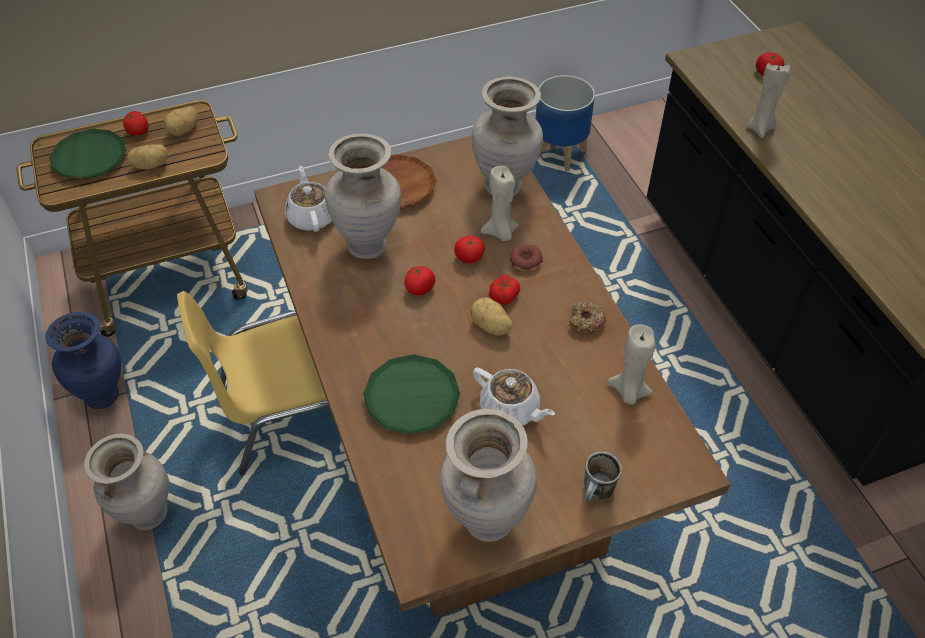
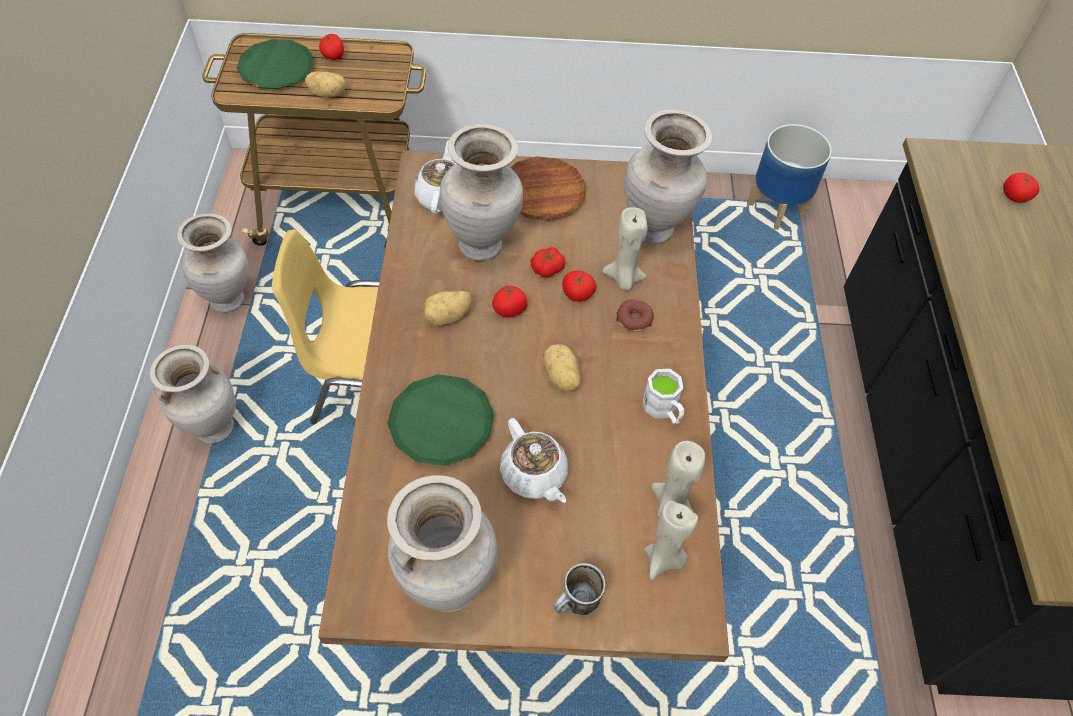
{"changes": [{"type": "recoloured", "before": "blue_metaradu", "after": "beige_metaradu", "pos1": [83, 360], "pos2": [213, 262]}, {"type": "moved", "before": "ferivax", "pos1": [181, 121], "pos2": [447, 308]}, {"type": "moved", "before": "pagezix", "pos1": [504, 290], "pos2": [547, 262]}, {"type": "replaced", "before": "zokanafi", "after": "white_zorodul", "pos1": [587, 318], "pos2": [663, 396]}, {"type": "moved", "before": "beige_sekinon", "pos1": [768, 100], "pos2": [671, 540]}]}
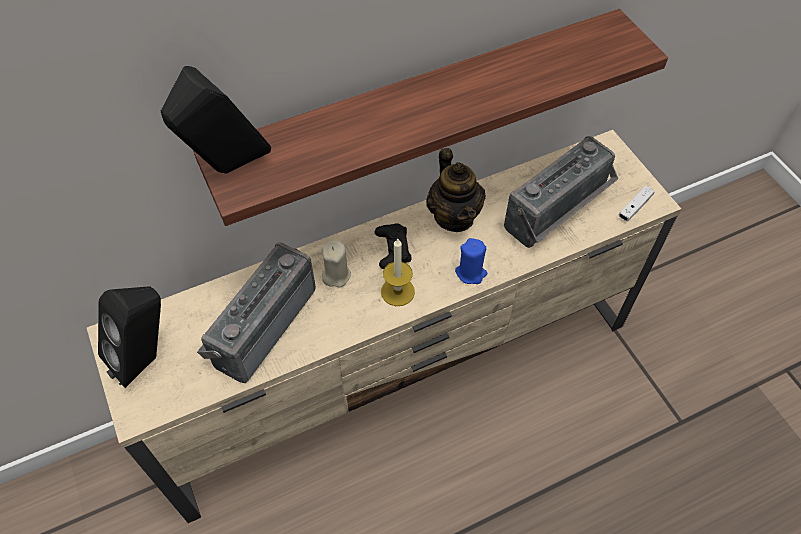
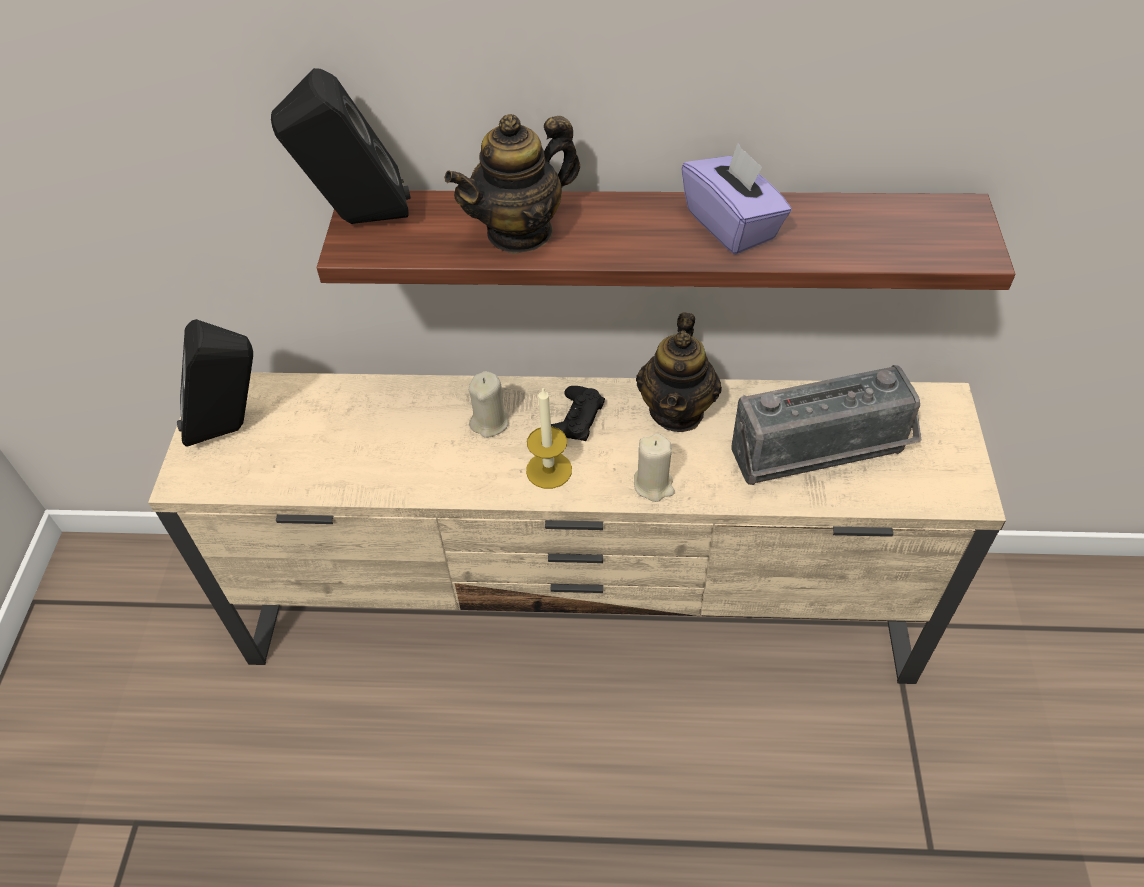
{"changes": [{"type": "added", "after": "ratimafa", "pos2": [512, 184]}, {"type": "recoloured", "before": "blue_sekinon", "after": "beige_sekinon", "pos1": [471, 261], "pos2": [654, 467]}, {"type": "added", "after": "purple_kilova", "pos2": [736, 198]}, {"type": "removed", "before": "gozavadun", "pos1": [256, 312]}, {"type": "removed", "before": "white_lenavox", "pos1": [636, 203]}]}
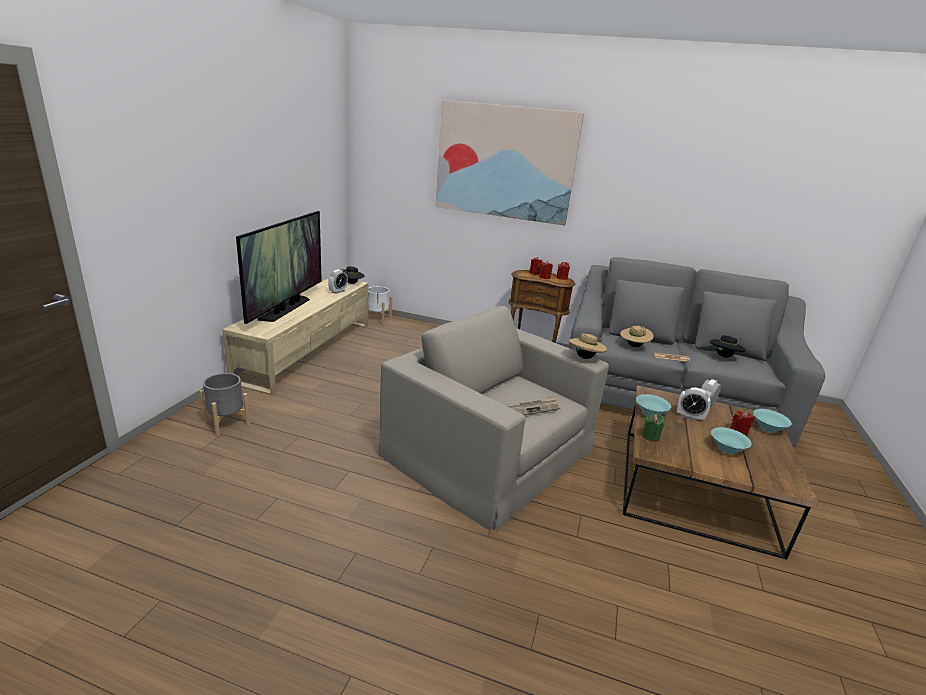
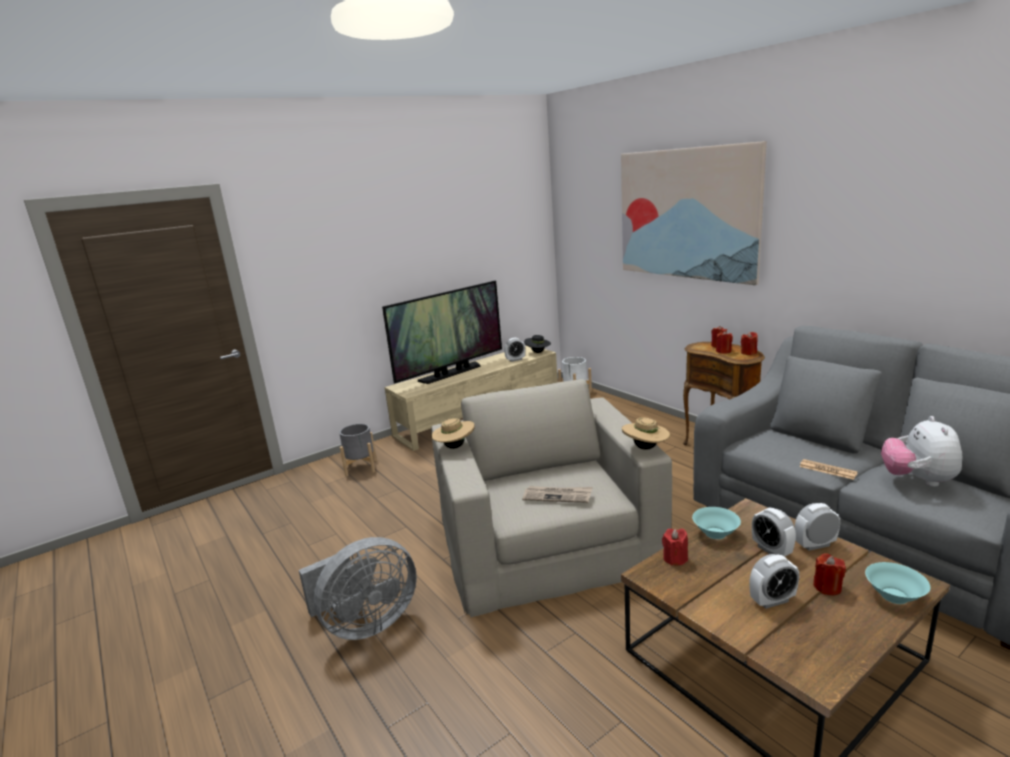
{"changes": [{"type": "added", "after": "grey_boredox", "pos2": [358, 588]}, {"type": "moved", "before": "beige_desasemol", "pos1": [637, 335], "pos2": [453, 432]}, {"type": "recoloured", "before": "green_sekinon", "after": "red_sekinon", "pos1": [653, 427], "pos2": [675, 547]}, {"type": "replaced", "before": "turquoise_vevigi", "after": "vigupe", "pos1": [731, 440], "pos2": [774, 581]}, {"type": "replaced", "before": "black_desasemol", "after": "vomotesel", "pos1": [728, 346], "pos2": [921, 451]}]}
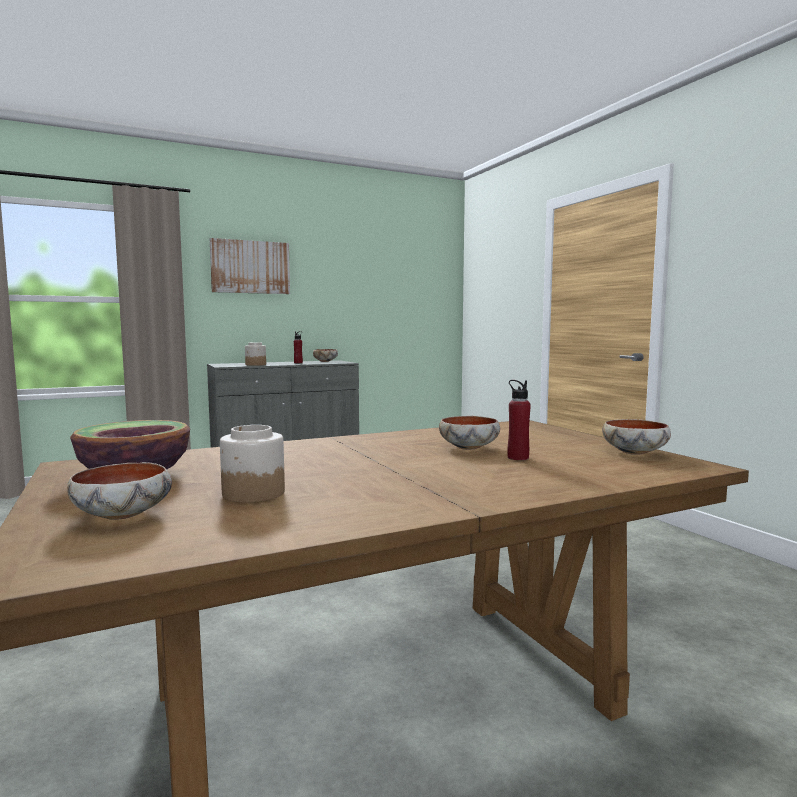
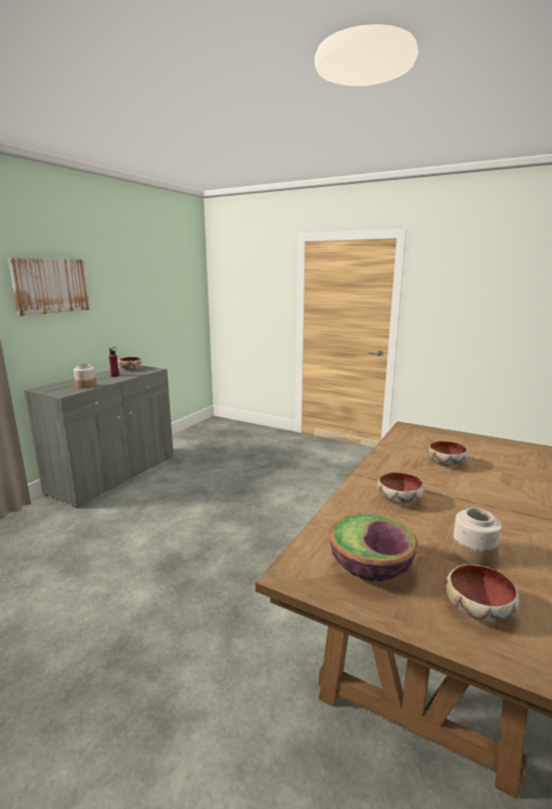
{"changes": [{"type": "moved", "before": "vevigi", "pos1": [636, 437], "pos2": [401, 488]}, {"type": "removed", "before": "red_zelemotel", "pos1": [519, 420]}]}
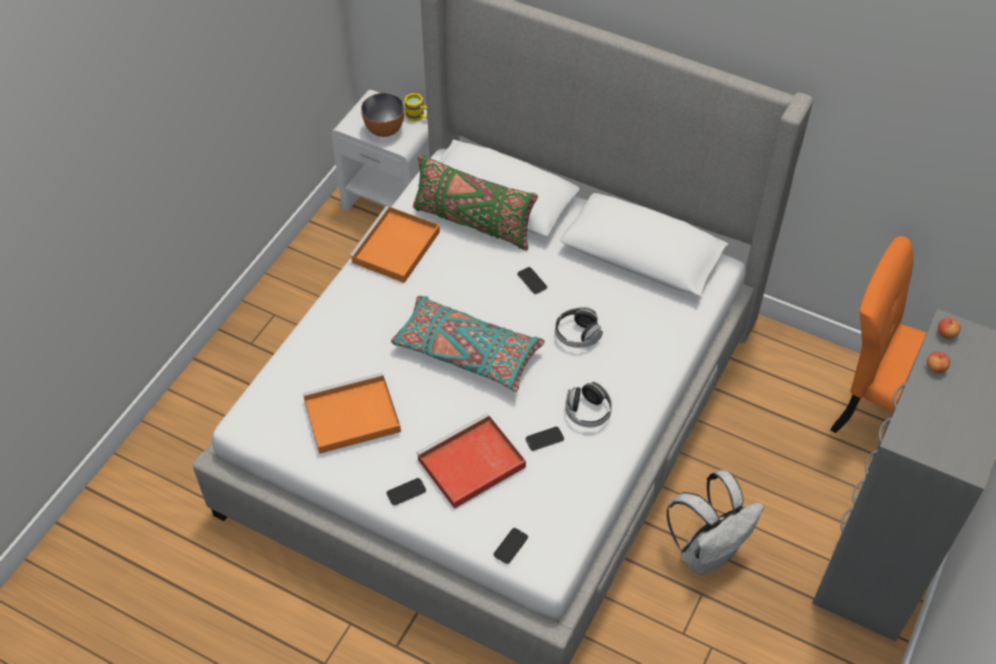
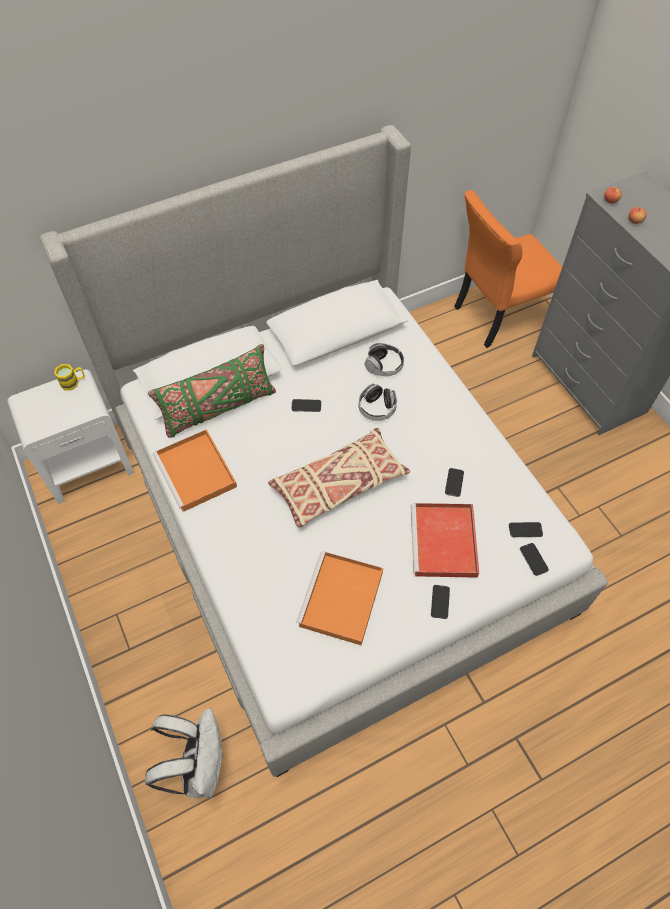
{"changes": [{"type": "moved", "before": "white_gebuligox", "pos1": [715, 522], "pos2": [184, 753]}, {"type": "recoloured", "before": "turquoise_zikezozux", "after": "beige_zikezozux", "pos1": [468, 343], "pos2": [339, 477]}, {"type": "moved", "before": "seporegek", "pos1": [588, 404], "pos2": [384, 359]}, {"type": "added", "after": "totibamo", "pos2": [526, 529]}, {"type": "removed", "before": "vevigi", "pos1": [382, 115]}]}
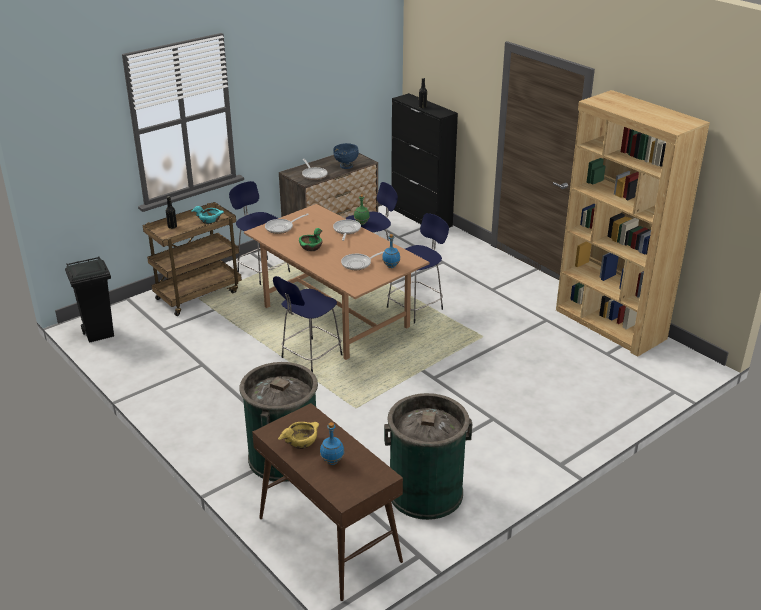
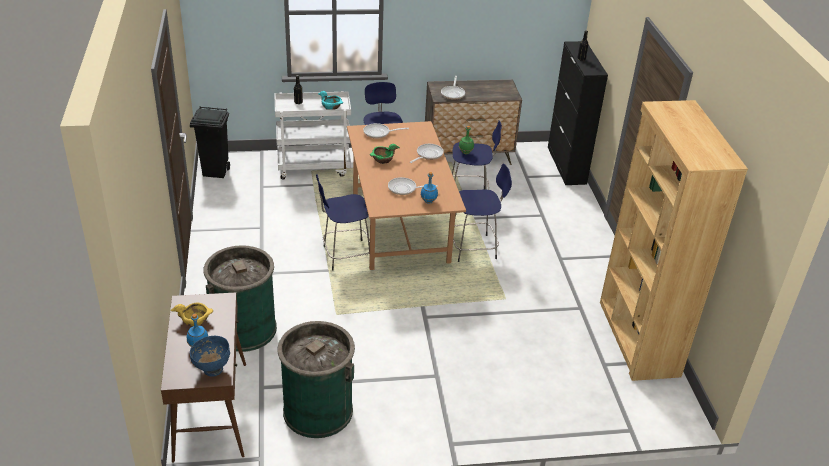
{"changes": [{"type": "moved", "before": "blue_vevigi", "pos1": [346, 156], "pos2": [210, 356]}, {"type": "recoloured", "before": "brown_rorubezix", "after": "white_rorubezix", "pos1": [192, 259], "pos2": [313, 135]}]}
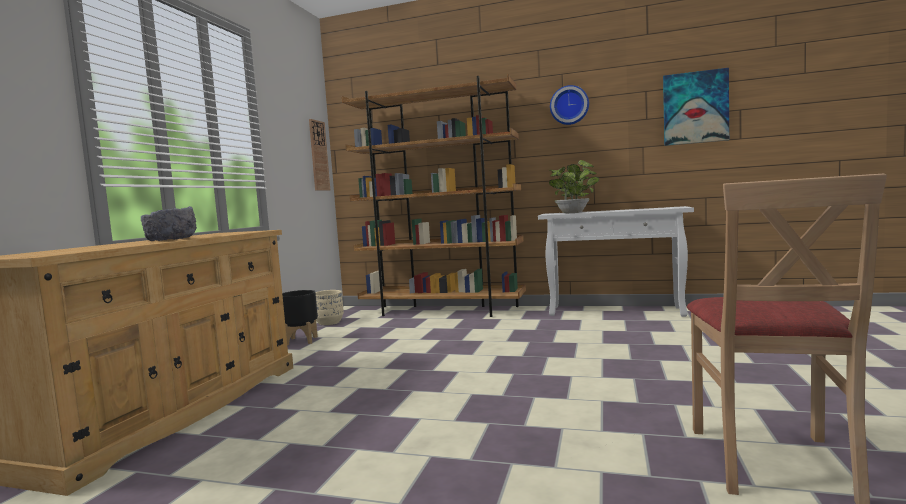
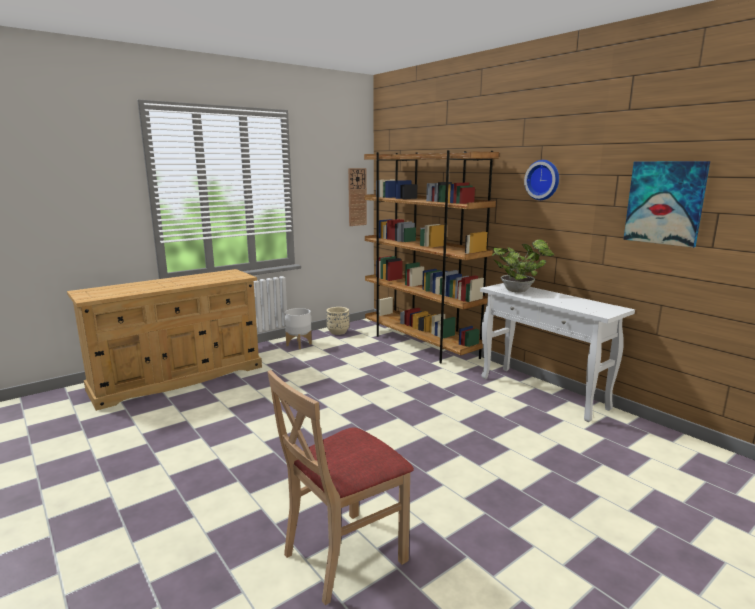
{"changes": [{"type": "recoloured", "before": "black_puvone", "after": "white_puvone", "pos1": [300, 317], "pos2": [298, 328]}, {"type": "removed", "before": "grey_vevigi", "pos1": [169, 223]}]}
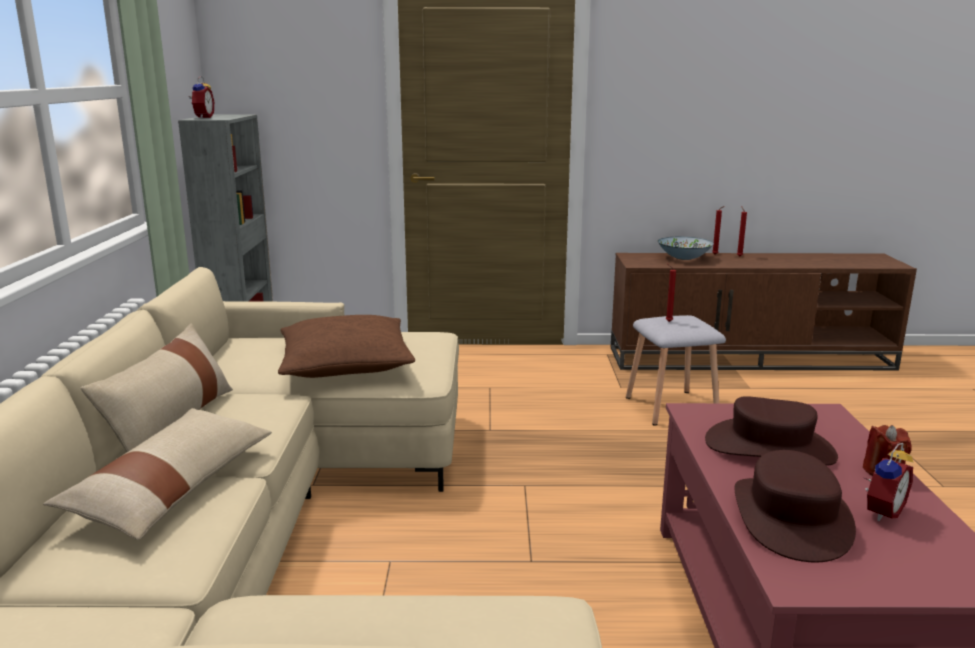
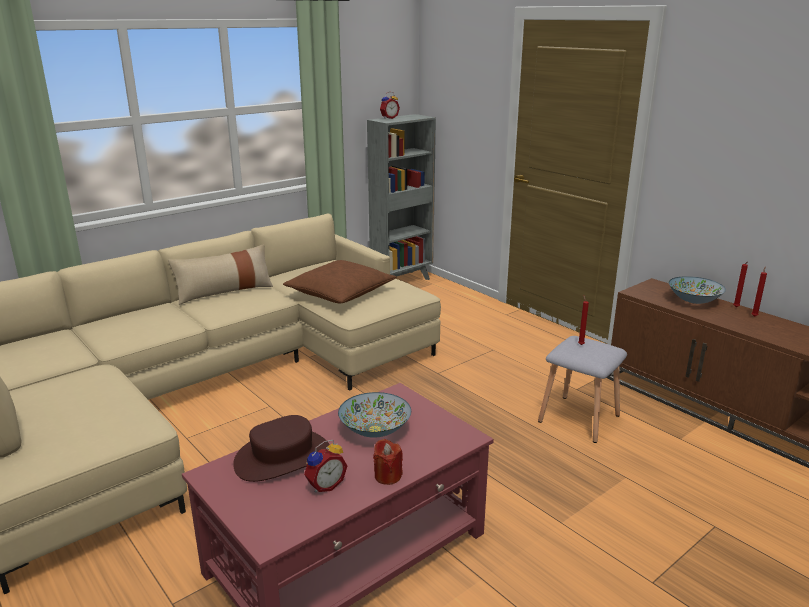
{"changes": [{"type": "turned", "before": "vigupe", "pos1": [889, 482], "pos2": [325, 466], "turn": -45}, {"type": "replaced", "before": "brown_desasemol", "after": "vevigi", "pos1": [771, 431], "pos2": [374, 415]}, {"type": "removed", "before": "beige_zikezozux", "pos1": [157, 474]}]}
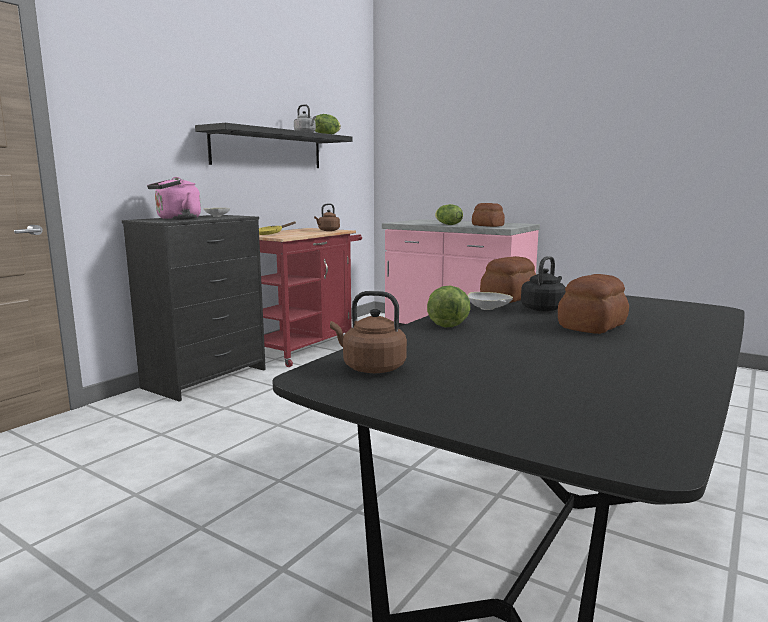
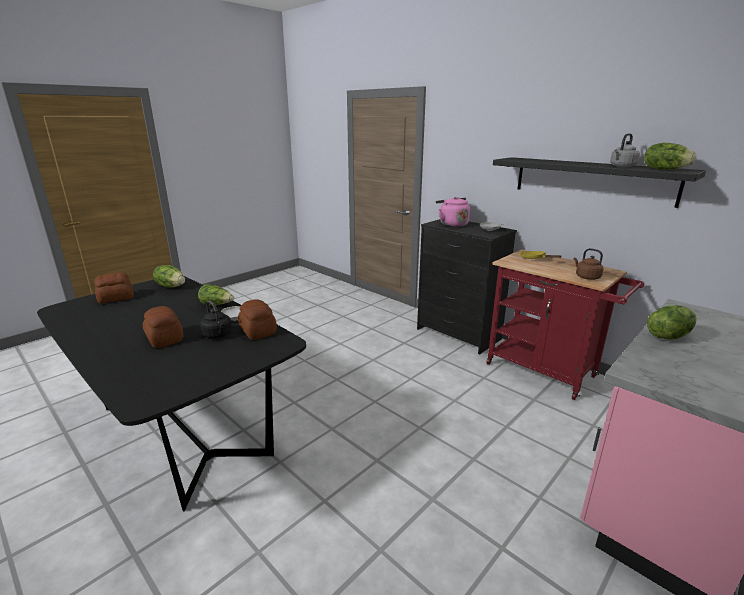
{"changes": [{"type": "moved", "before": "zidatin", "pos1": [488, 215], "pos2": [114, 288]}, {"type": "replaced", "before": "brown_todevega", "after": "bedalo", "pos1": [368, 332], "pos2": [169, 276]}]}
